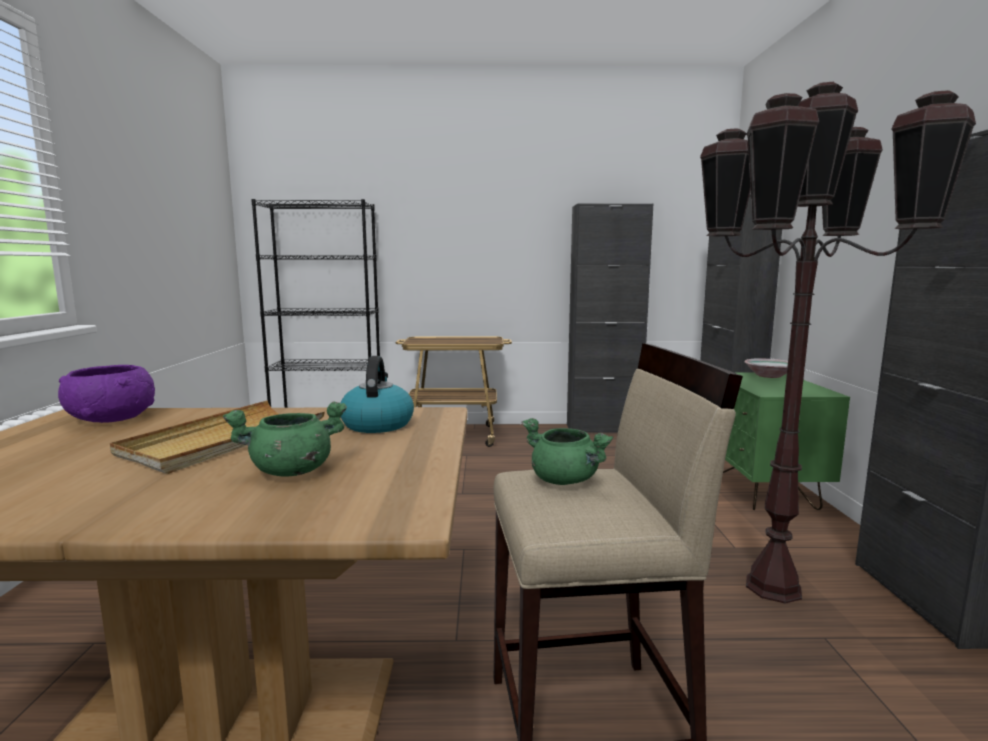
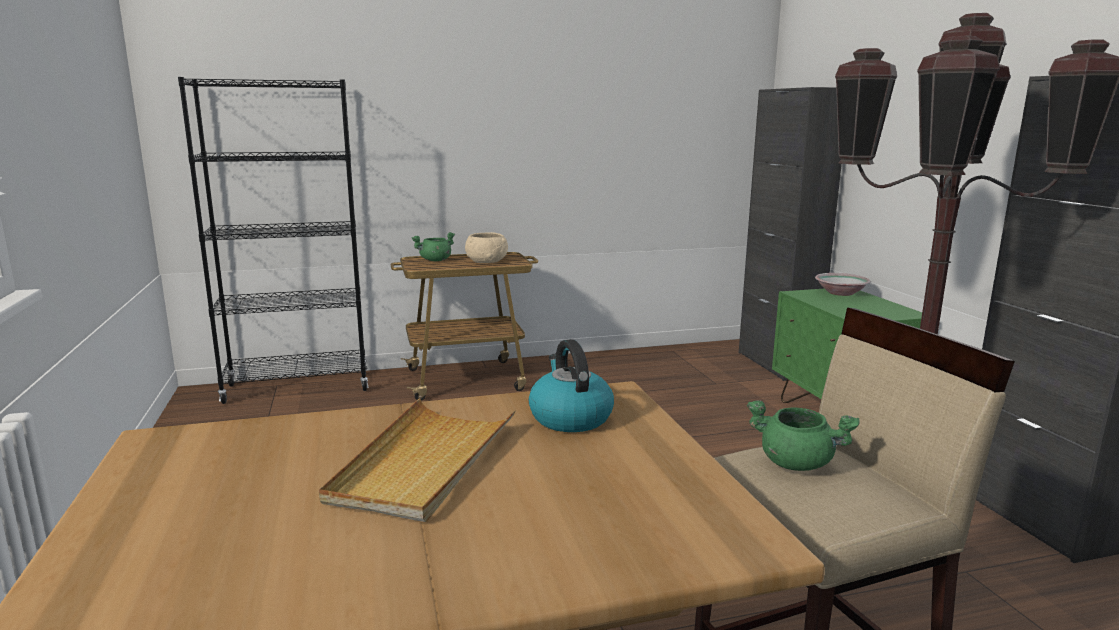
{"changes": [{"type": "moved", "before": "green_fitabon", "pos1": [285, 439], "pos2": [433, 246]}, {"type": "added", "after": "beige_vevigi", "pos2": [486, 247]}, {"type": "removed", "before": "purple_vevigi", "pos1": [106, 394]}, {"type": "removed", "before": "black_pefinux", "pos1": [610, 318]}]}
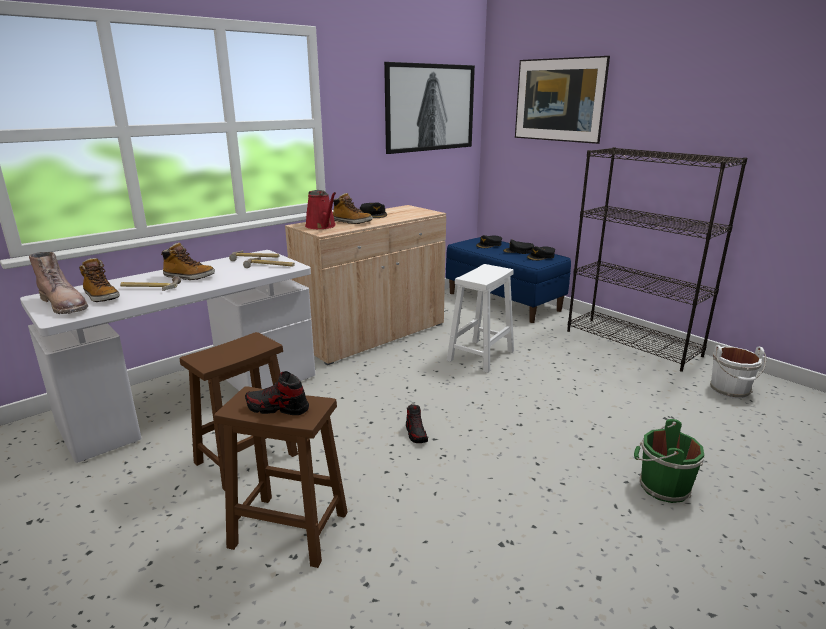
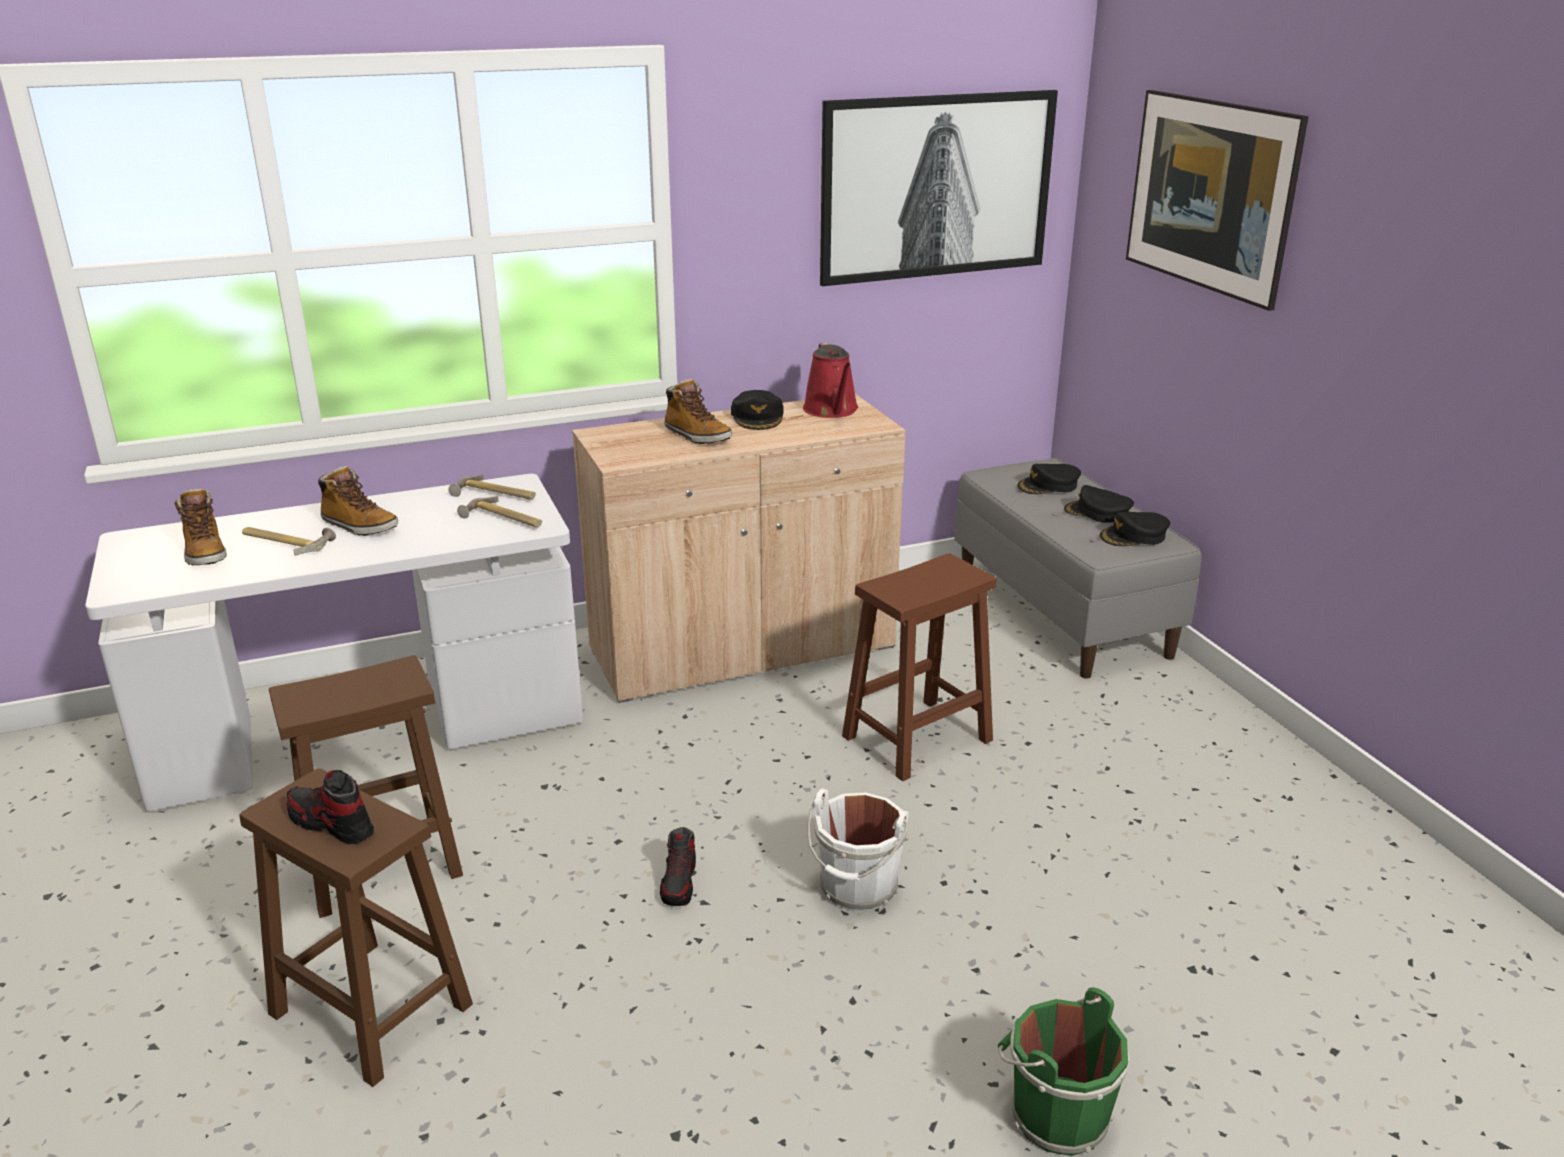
{"changes": [{"type": "moved", "before": "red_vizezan", "pos1": [320, 209], "pos2": [830, 380]}, {"type": "moved", "before": "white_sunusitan", "pos1": [738, 372], "pos2": [858, 850]}, {"type": "recoloured", "before": "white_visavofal", "after": "brown_visavofal", "pos1": [480, 318], "pos2": [919, 667]}, {"type": "recoloured", "before": "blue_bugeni", "after": "grey_bugeni", "pos1": [508, 280], "pos2": [1078, 568]}, {"type": "removed", "before": "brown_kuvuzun", "pos1": [58, 283]}, {"type": "removed", "before": "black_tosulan", "pos1": [657, 259]}]}
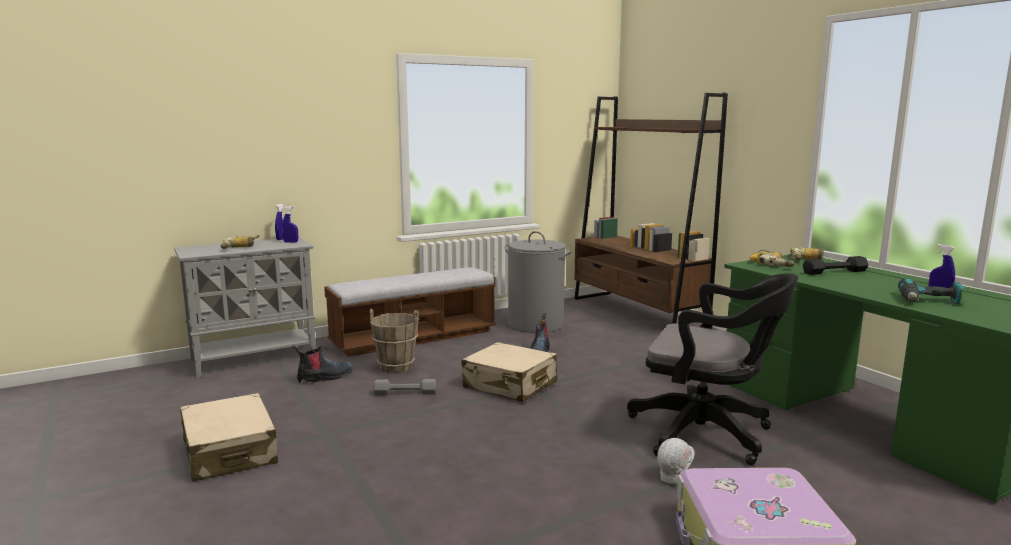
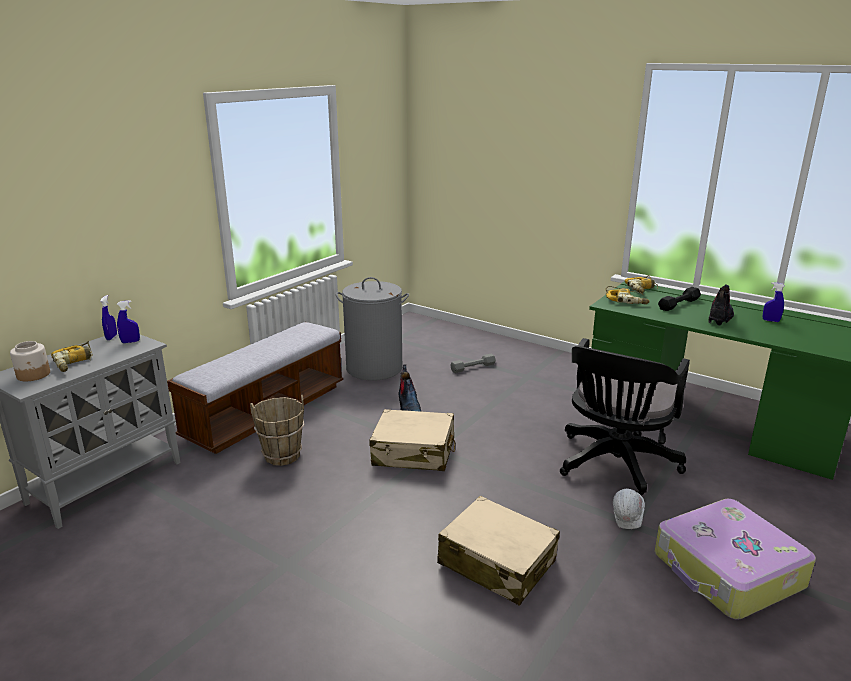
{"changes": [{"type": "added", "after": "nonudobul", "pos2": [30, 361]}, {"type": "moved", "before": "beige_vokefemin", "pos1": [229, 437], "pos2": [498, 550]}, {"type": "moved", "before": "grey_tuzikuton", "pos1": [405, 387], "pos2": [473, 363]}, {"type": "turned", "before": "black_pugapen", "pos1": [712, 369], "pos2": [625, 417], "turn": 120}, {"type": "moved", "before": "kuvuzun", "pos1": [323, 364], "pos2": [721, 305]}, {"type": "removed", "before": "brown_tosulan", "pos1": [651, 208]}, {"type": "removed", "before": "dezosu", "pos1": [931, 291]}]}
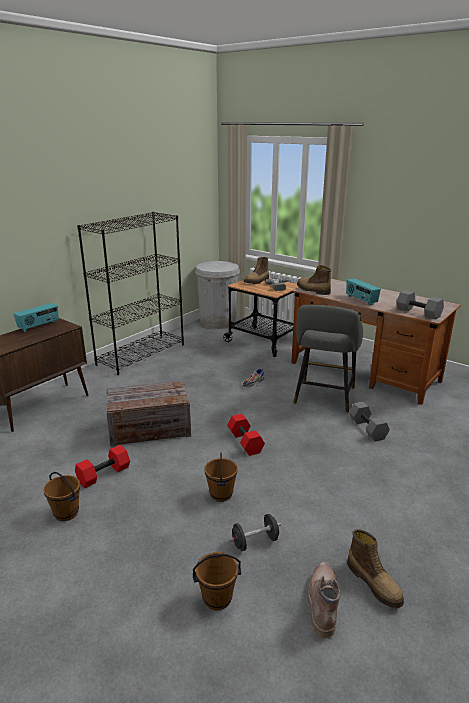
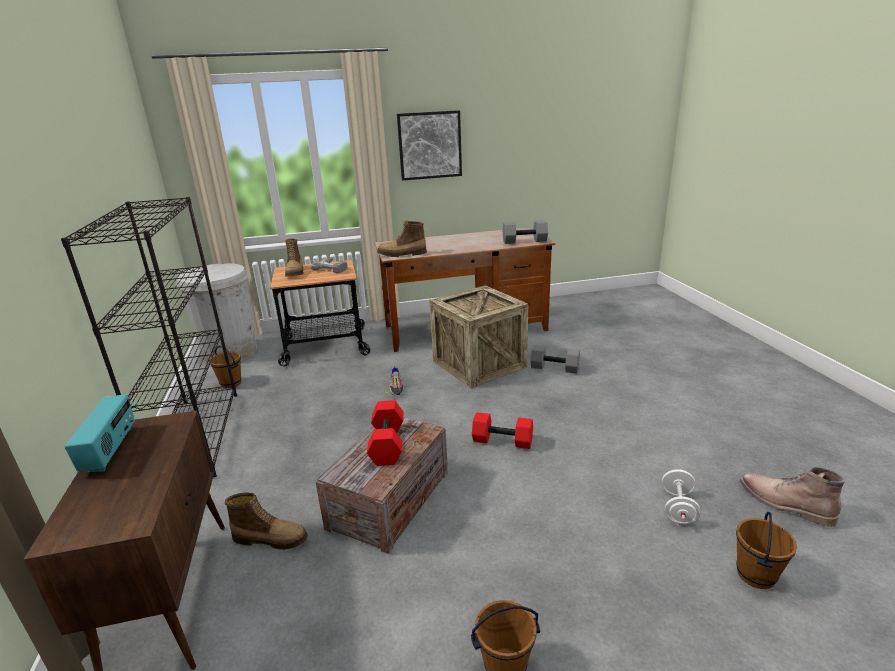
{"changes": [{"type": "moved", "before": "brown_sunusitan", "pos1": [221, 477], "pos2": [225, 367]}, {"type": "moved", "before": "kuvuzun", "pos1": [375, 568], "pos2": [266, 521]}, {"type": "moved", "before": "red_tuzikuton", "pos1": [102, 466], "pos2": [385, 433]}, {"type": "added", "after": "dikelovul", "pos2": [429, 145]}, {"type": "replaced", "before": "grey_visavofal", "after": "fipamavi", "pos1": [328, 359], "pos2": [478, 336]}, {"type": "recoloured", "before": "black_tuzikuton", "after": "white_tuzikuton", "pos1": [255, 532], "pos2": [681, 497]}, {"type": "removed", "before": "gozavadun", "pos1": [363, 292]}]}
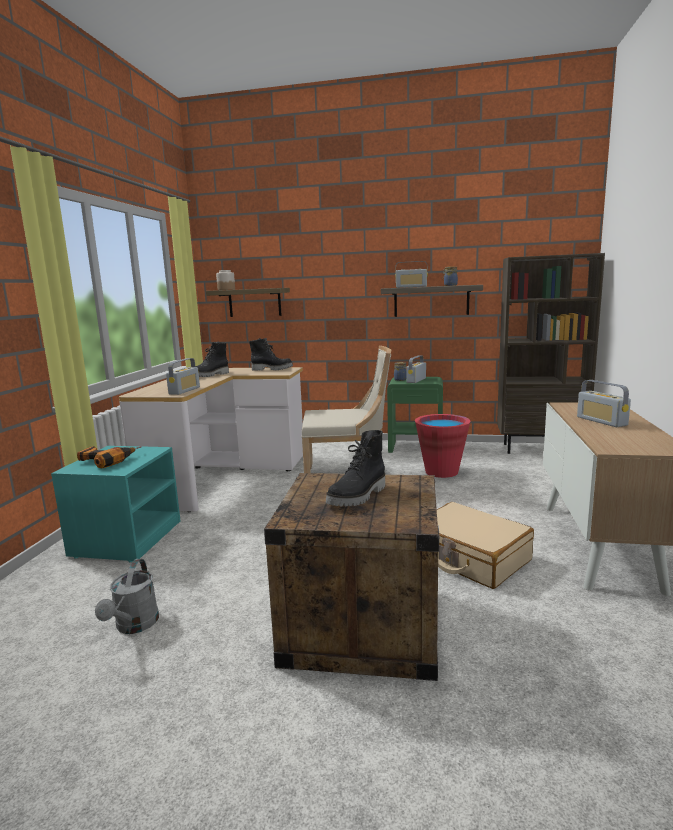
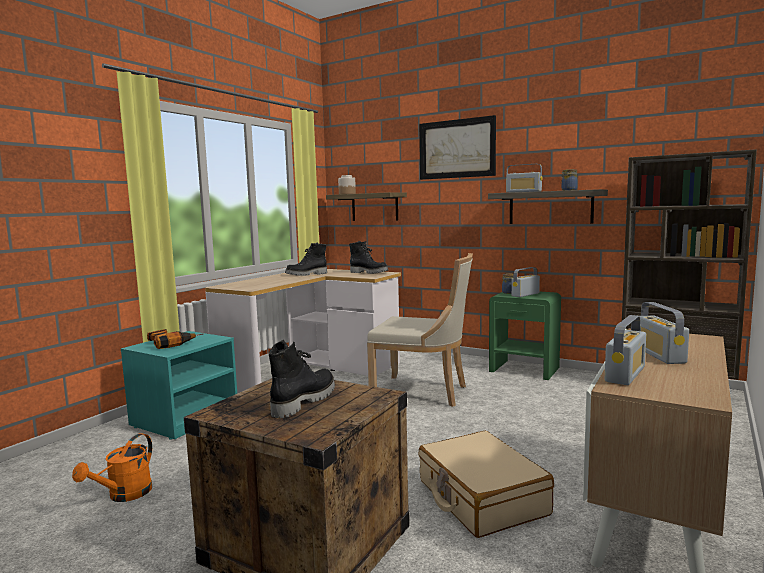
{"changes": [{"type": "recoloured", "before": "grey_vizezan", "after": "orange_vizezan", "pos1": [127, 596], "pos2": [112, 467]}, {"type": "turned", "before": "black_kuvuzun", "pos1": [355, 468], "pos2": [302, 379], "turn": 150}, {"type": "added", "after": "dikelovul", "pos2": [457, 147]}, {"type": "moved", "before": "gozavadun", "pos1": [183, 376], "pos2": [625, 350]}, {"type": "removed", "before": "red_sunusitan", "pos1": [442, 446]}]}
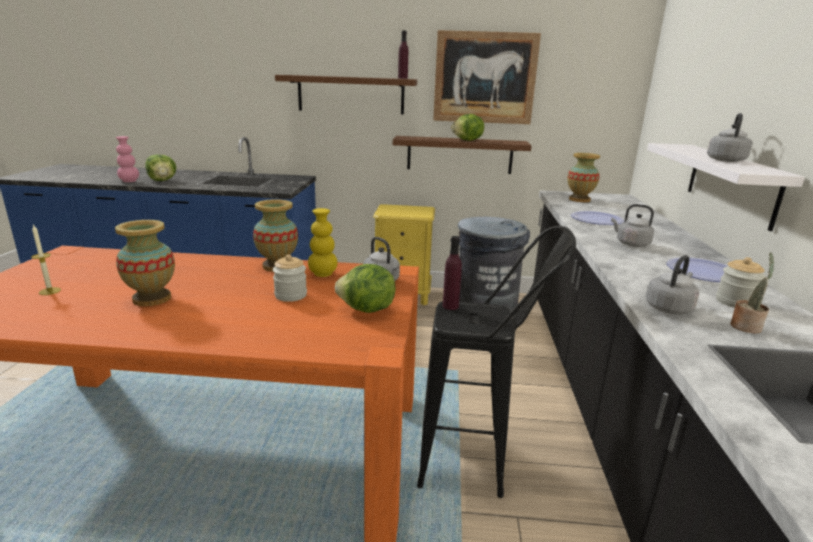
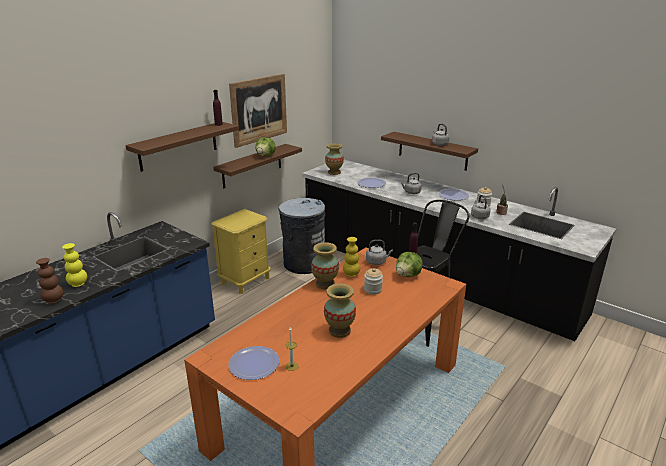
{"changes": [{"type": "recoloured", "before": "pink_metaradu", "after": "brown_metaradu", "pos1": [127, 159], "pos2": [50, 281]}, {"type": "replaced", "before": "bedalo", "after": "yellow_metaradu", "pos1": [160, 167], "pos2": [74, 265]}, {"type": "added", "after": "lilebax", "pos2": [254, 363]}, {"type": "recoloured", "before": "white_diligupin", "after": "brown_diligupin", "pos1": [726, 187], "pos2": [429, 151]}]}
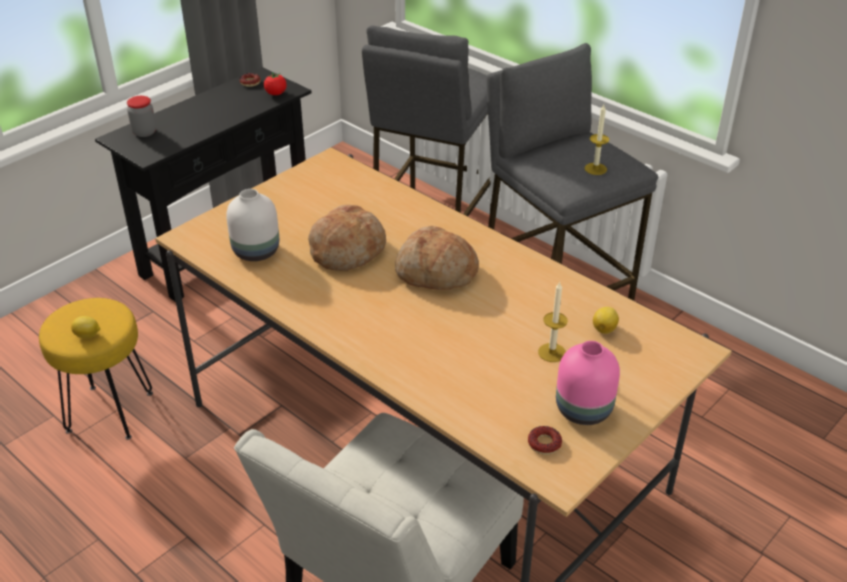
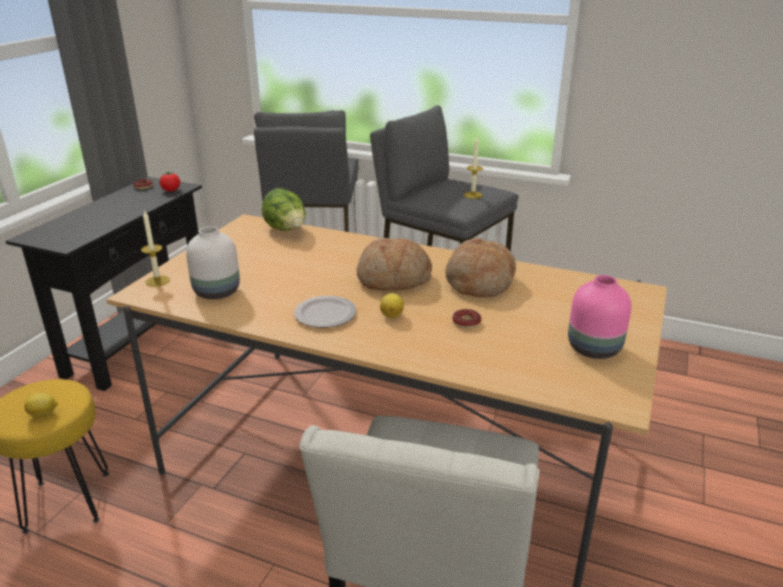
{"changes": [{"type": "moved", "before": "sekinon", "pos1": [553, 322], "pos2": [155, 248]}, {"type": "added", "after": "bedalo", "pos2": [284, 209]}, {"type": "added", "after": "lilebax", "pos2": [325, 312]}, {"type": "moved", "before": "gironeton", "pos1": [606, 320], "pos2": [392, 305]}, {"type": "moved", "before": "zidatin", "pos1": [347, 238], "pos2": [481, 267]}, {"type": "moved", "before": "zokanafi", "pos1": [545, 440], "pos2": [467, 319]}, {"type": "removed", "before": "nonudobul", "pos1": [141, 116]}]}
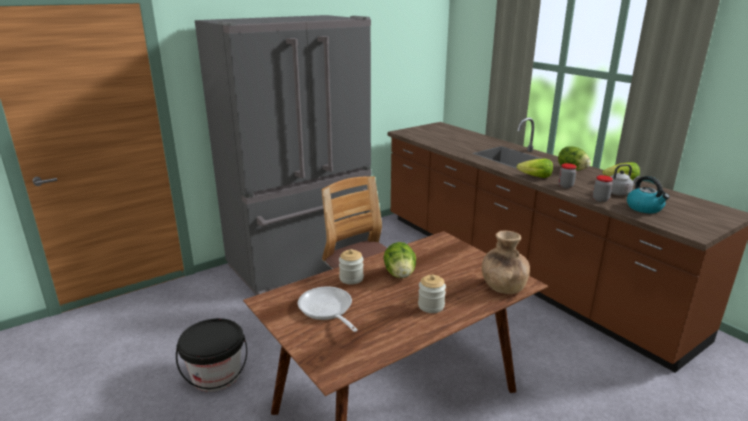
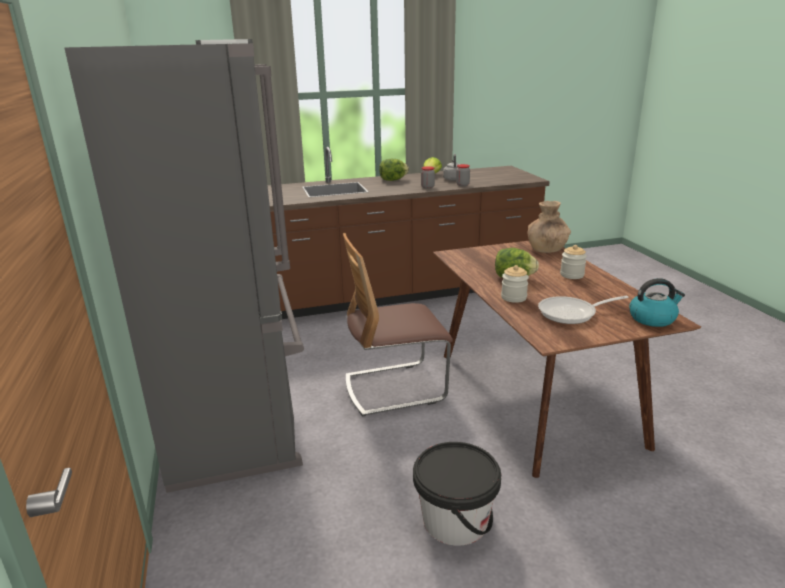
{"changes": [{"type": "moved", "before": "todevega", "pos1": [648, 194], "pos2": [657, 302]}, {"type": "removed", "before": "bedalo", "pos1": [535, 168]}]}
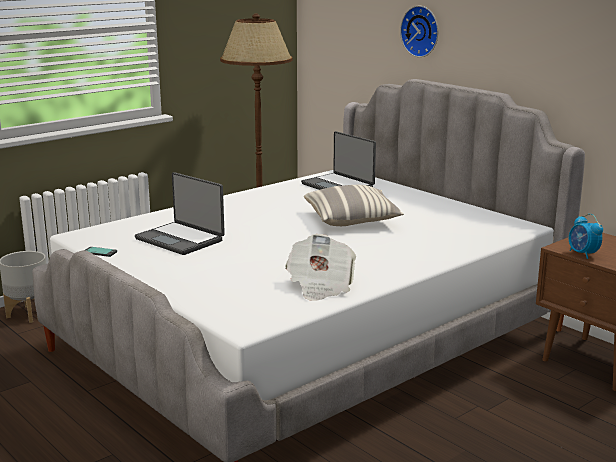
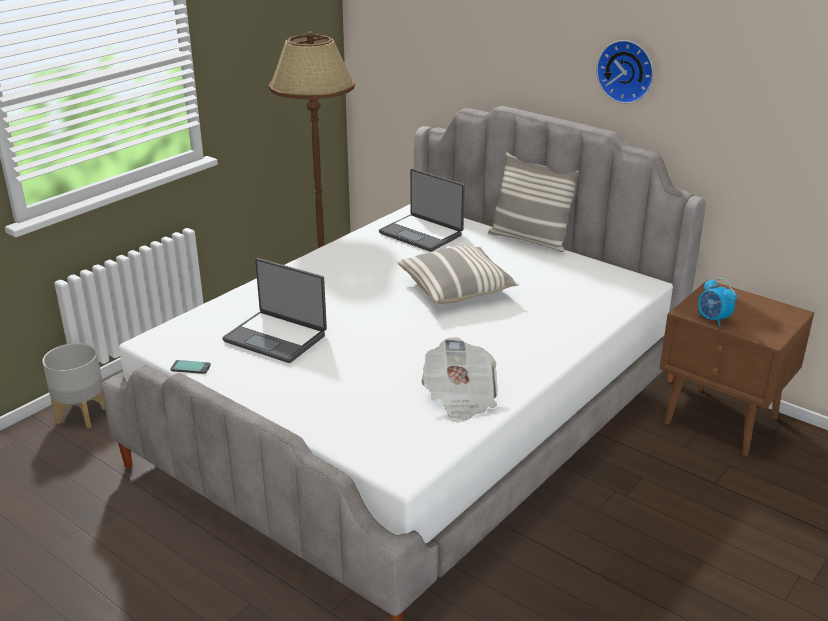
{"changes": [{"type": "added", "after": "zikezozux", "pos2": [533, 202]}, {"type": "moved", "before": "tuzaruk", "pos1": [419, 31], "pos2": [625, 72]}]}
